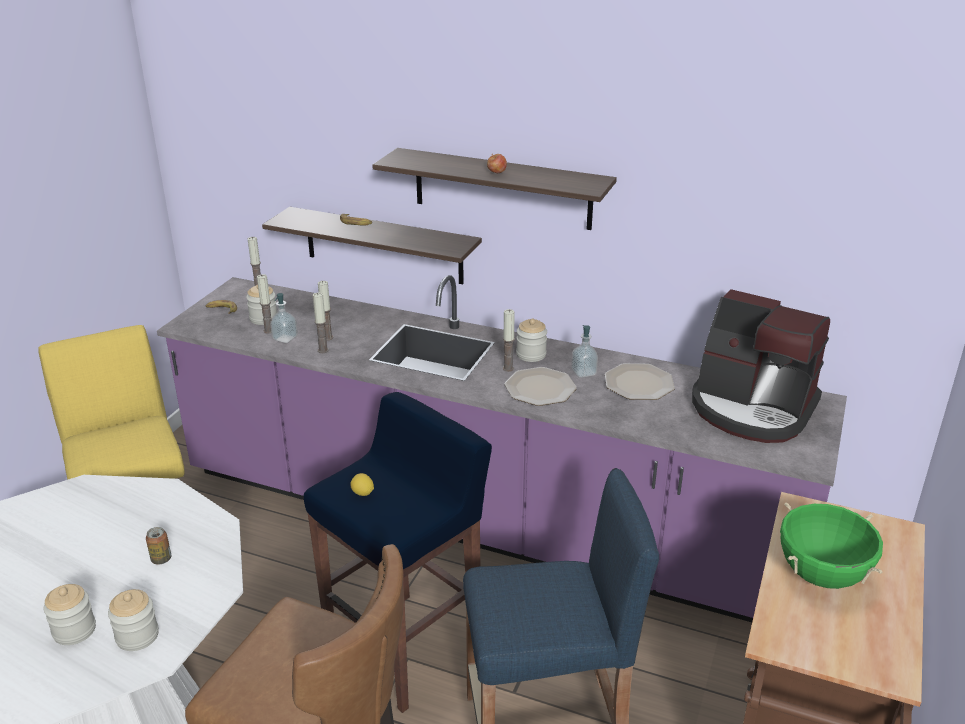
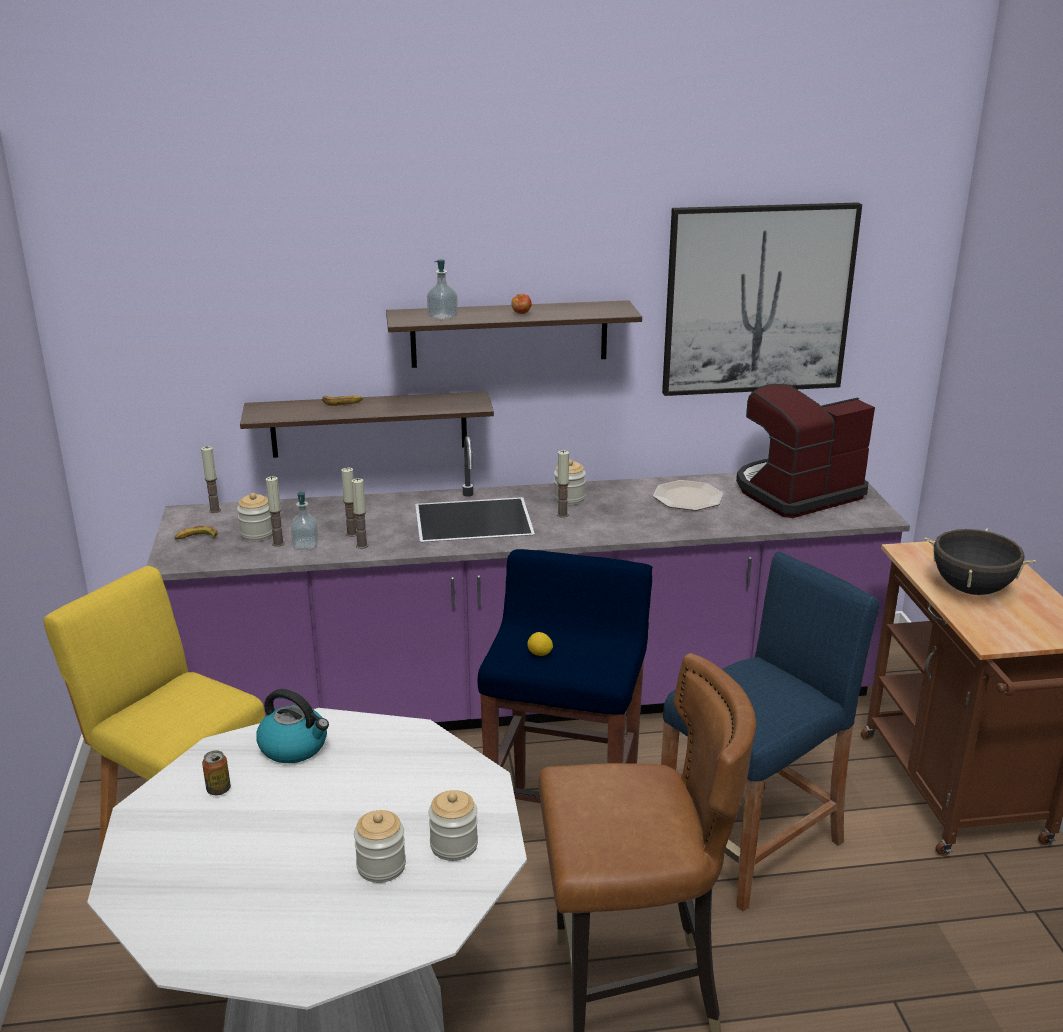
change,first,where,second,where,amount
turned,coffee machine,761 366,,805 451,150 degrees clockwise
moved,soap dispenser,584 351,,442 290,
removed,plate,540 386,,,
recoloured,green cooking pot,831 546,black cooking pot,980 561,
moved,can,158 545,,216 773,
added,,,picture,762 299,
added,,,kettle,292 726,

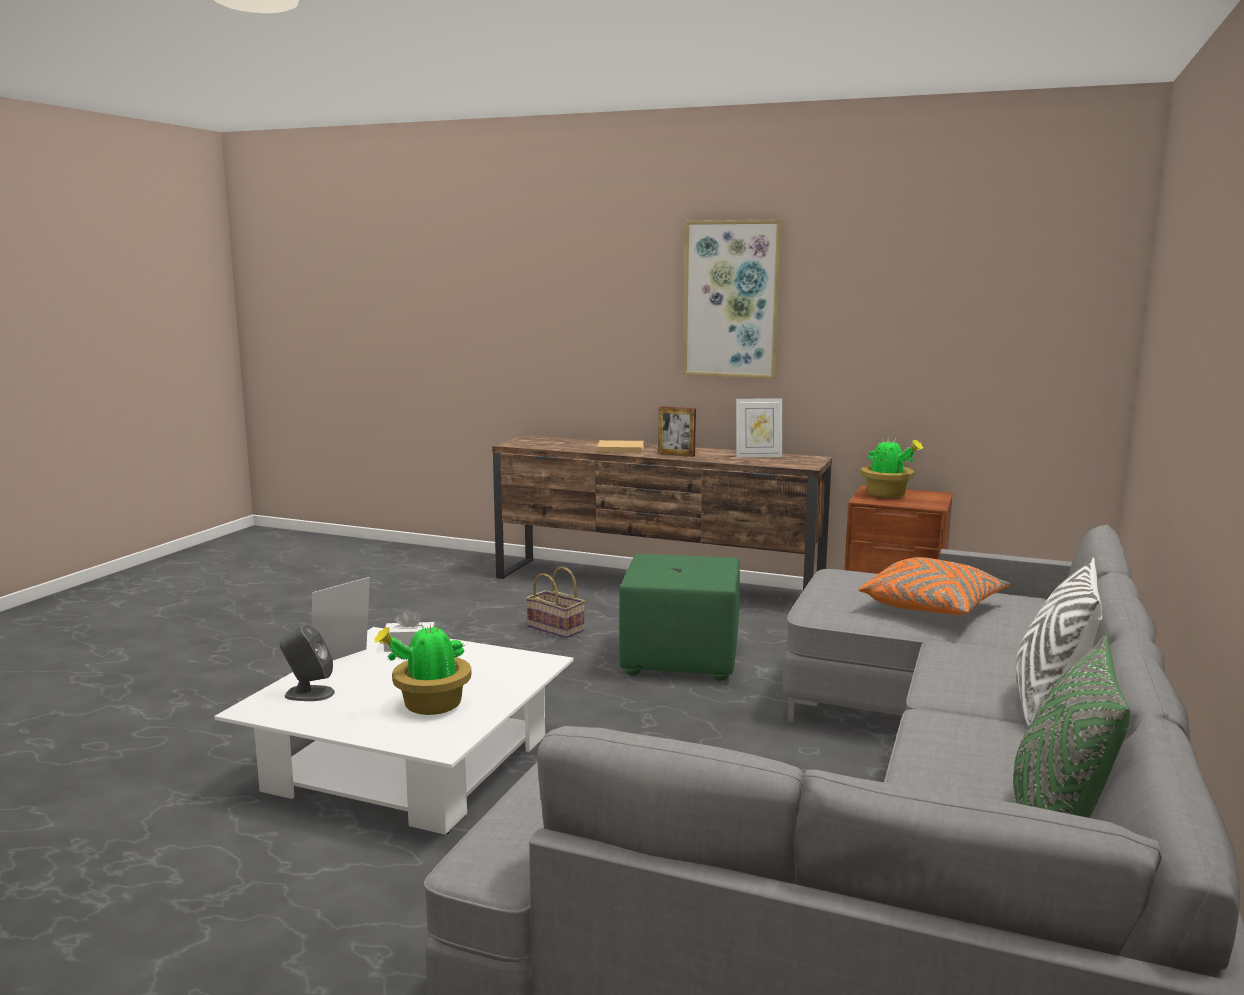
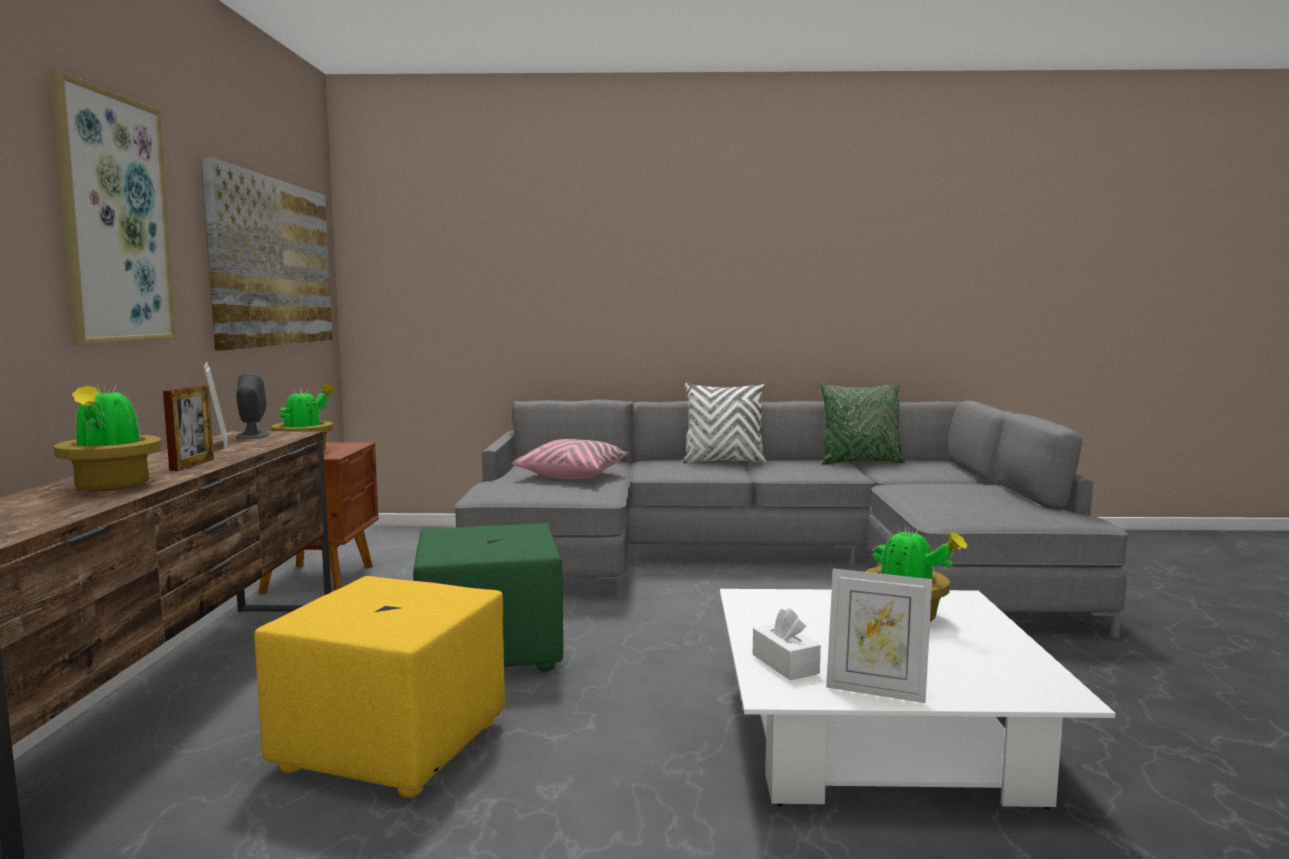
change,first,where,second,where,amount
replaced,beige book,620 446,potted plant,108 437,
recoloured,orange pillow,935 586,pink pillow,571 459,
replaced,basket,555 602,yellow ottoman,379 687,
moved,grey speaker,307 662,,252 406,
added,,,picture,267 254,

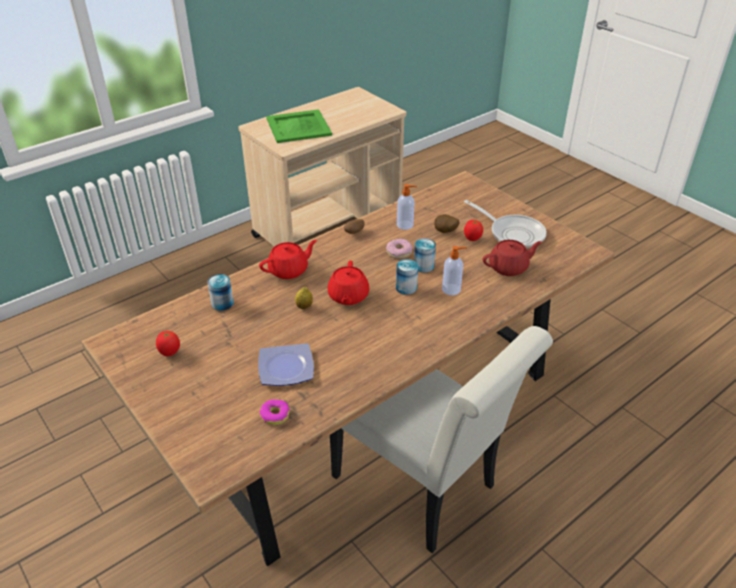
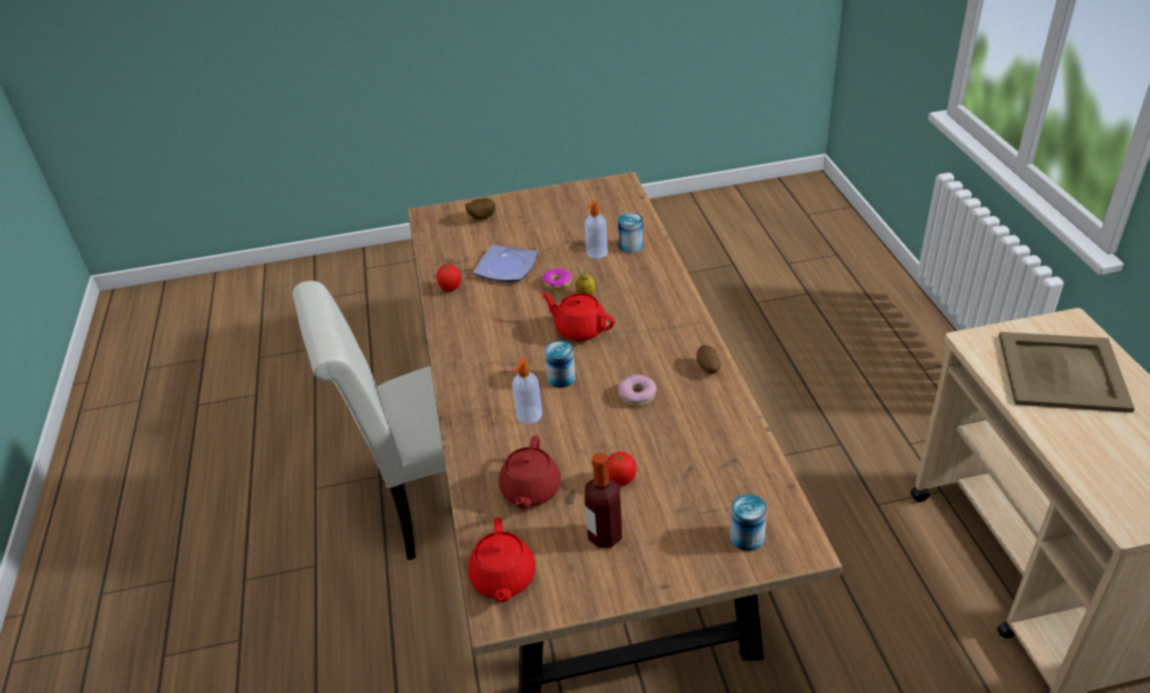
change,first,where,second,where,amount
recoloured,green tray,299 126,beige tray,1067 372,
moved,soap dispenser,407 207,,596 230,
replaced,frying pan,505 224,bottle,603 500,
moved,potato,446 223,,480 208,
moved,can,425 255,,748 522,
moved,red teapot,288 259,,502 559,
moved,tomato,168 343,,448 277,
moved,donut,274 412,,556 279,

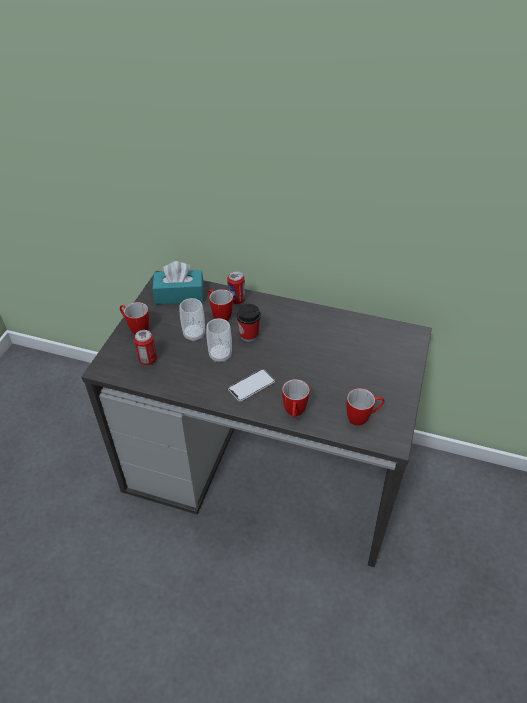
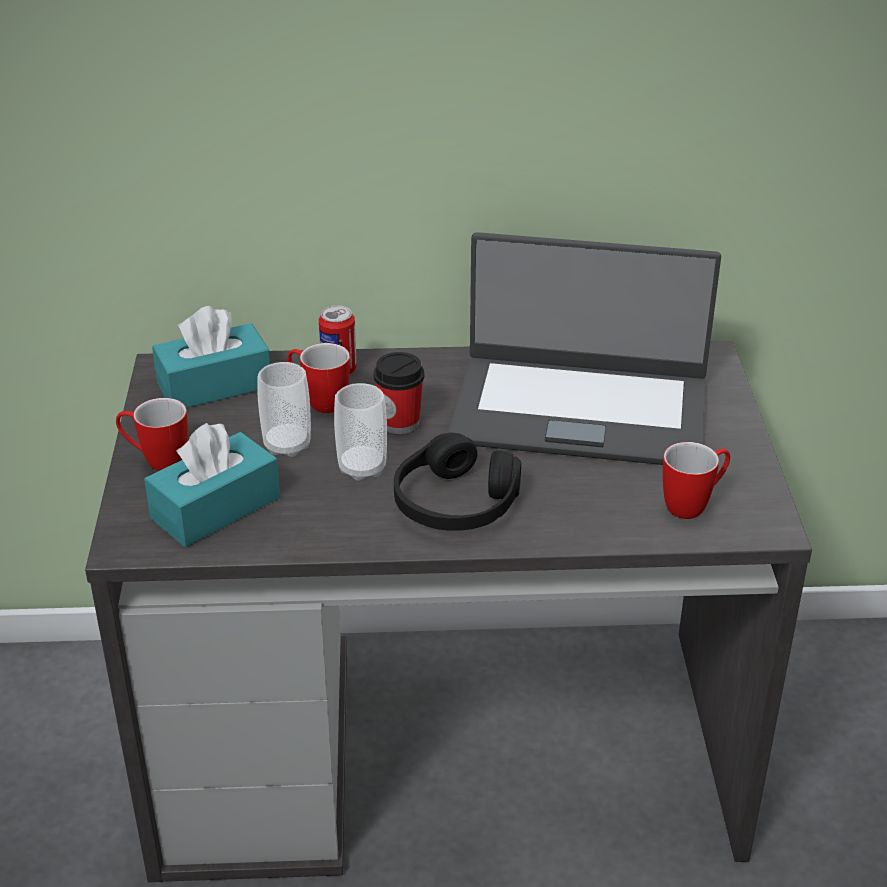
change,first,where,second,where,amount
replaced,can,145 347,turquoise tissue box,212 485,
replaced,phone,251 385,black headphones,457 482,
removed,mug,296 398,,,
added,,,laptop,584 348,

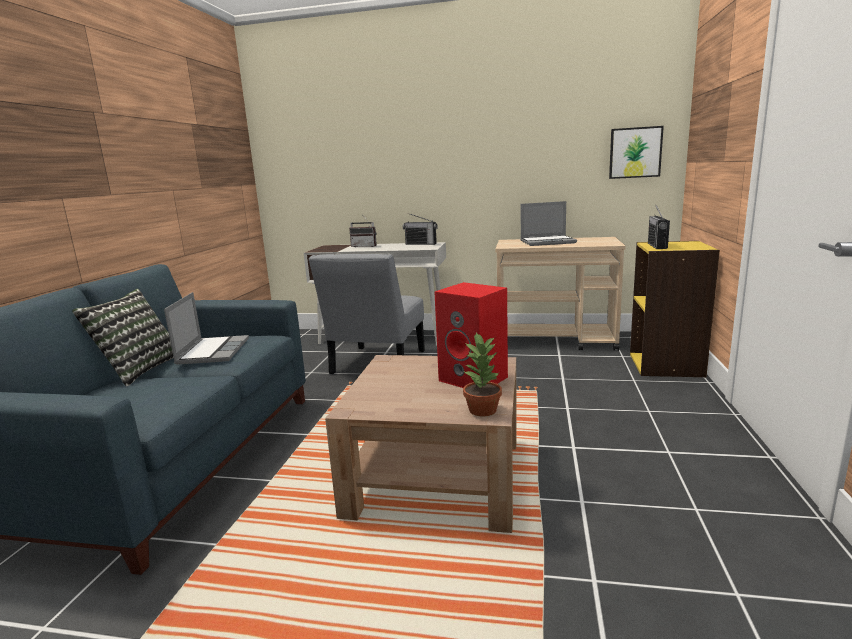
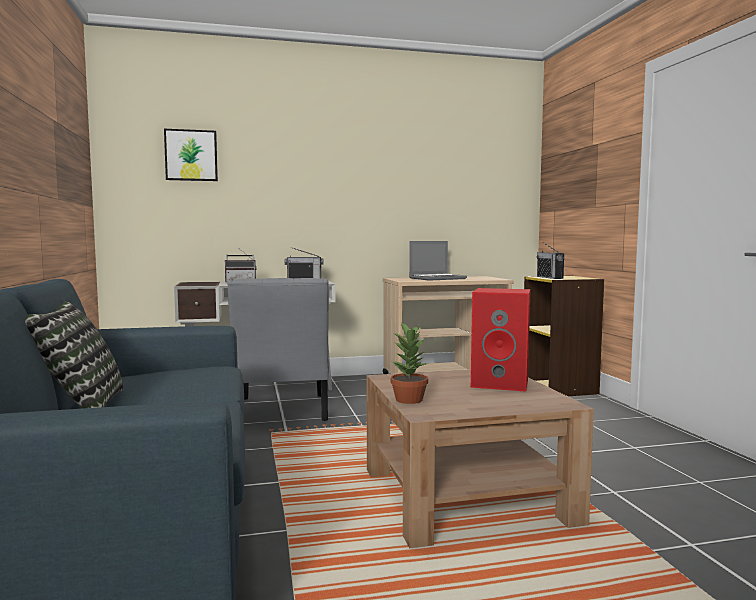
change,first,where,second,where,amount
moved,picture,636 152,,191 155,
removed,laptop,206 328,,,
moved,potted plant,482 374,,409 363,

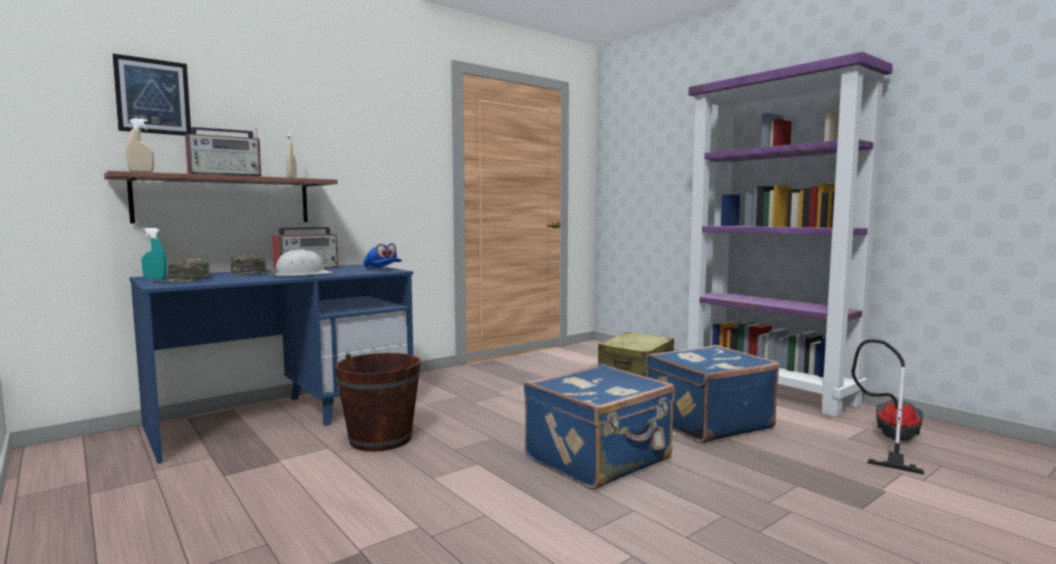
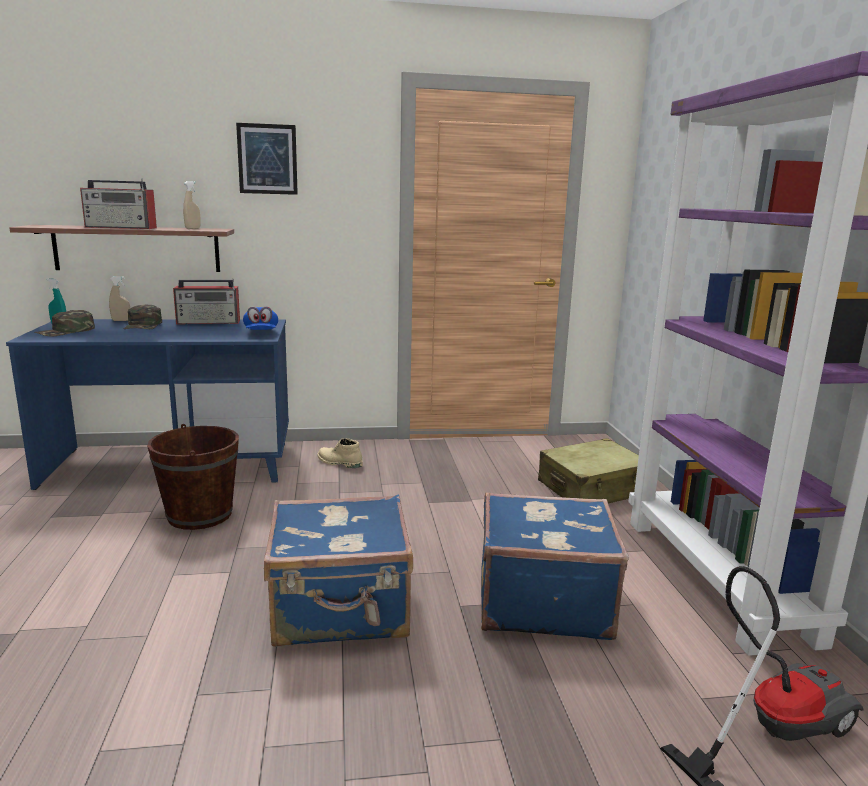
change,first,where,second,where,amount
moved,picture,152 95,,267 159,
moved,beige spray bottle,140 145,,119 298,
removed,white hard hat,302 263,,,
added,,,beige boot,340 453,

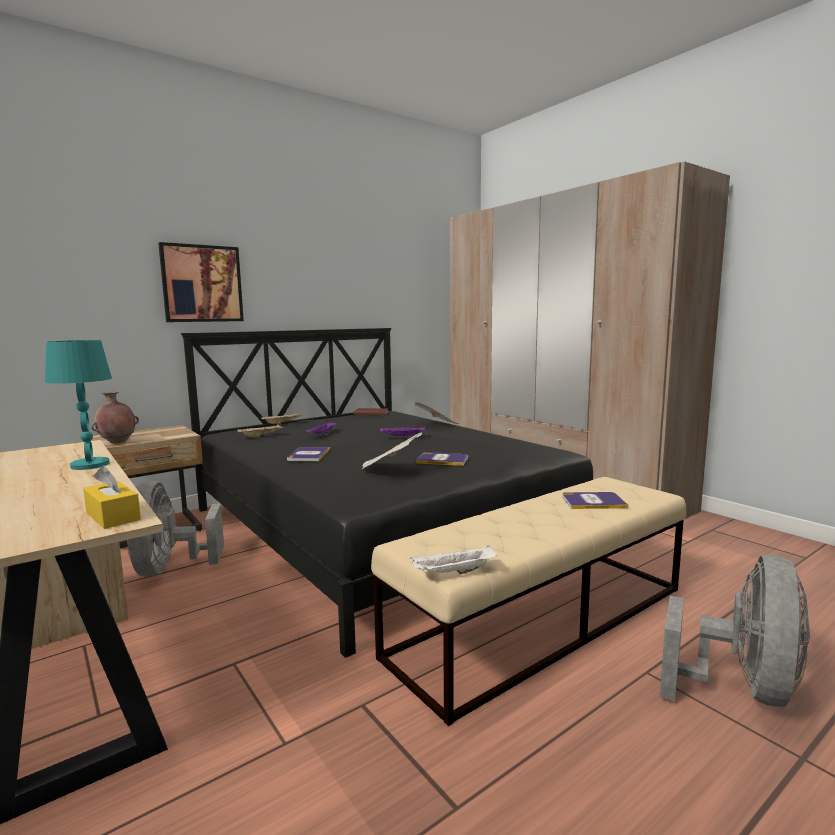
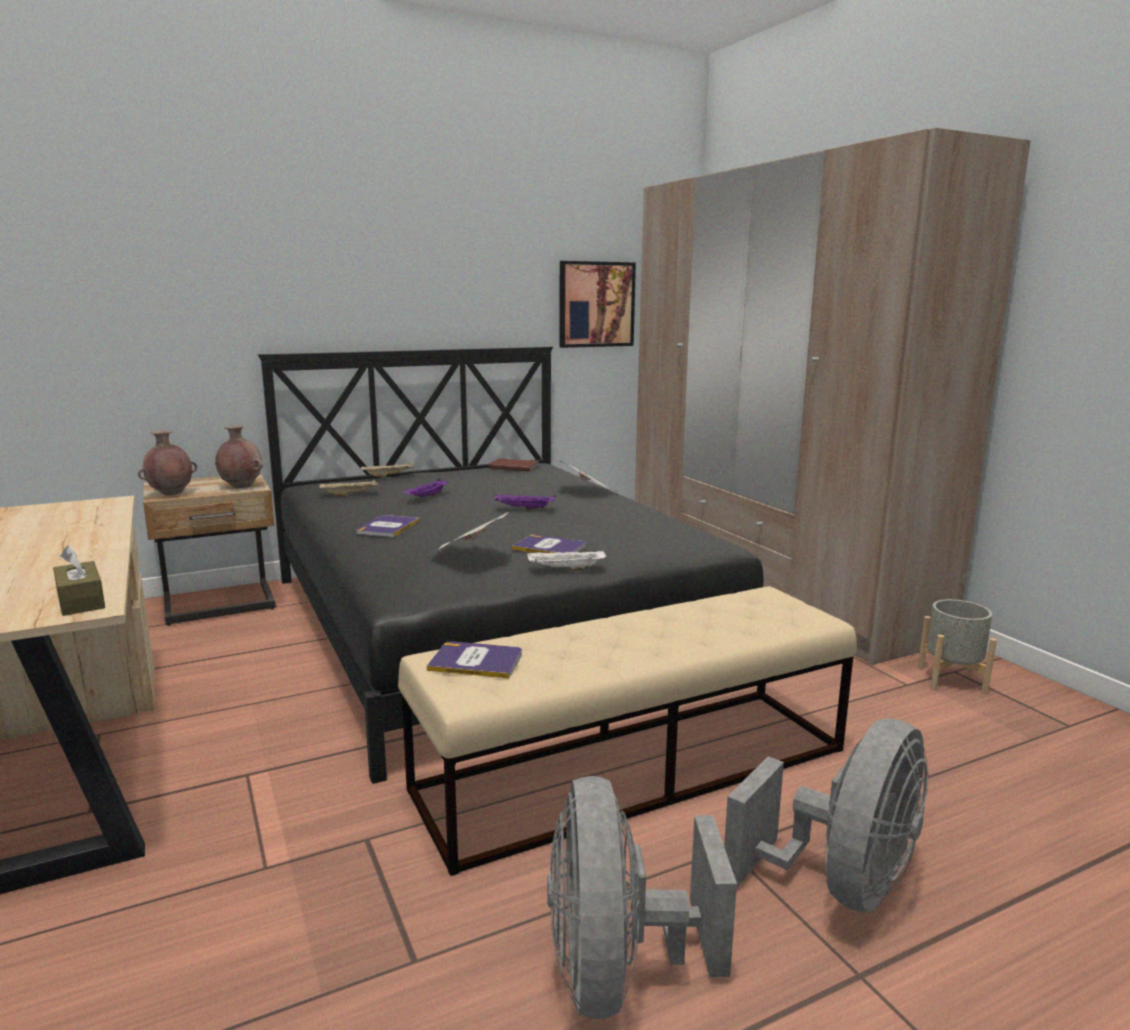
change,first,where,second,where,amount
moved,picture,201 282,,597 304,
removed,turquoise table lamp,78 405,,,
recoloured,yellow tissue box,112 497,brown tissue box,79 581,
moved,grey fan,175 529,,642 897,
moved,book,595 500,,474 659,
moved,white tray,453 559,,566 560,
added,,,brown vase,239 456,
added,,,grey planter,957 646,

